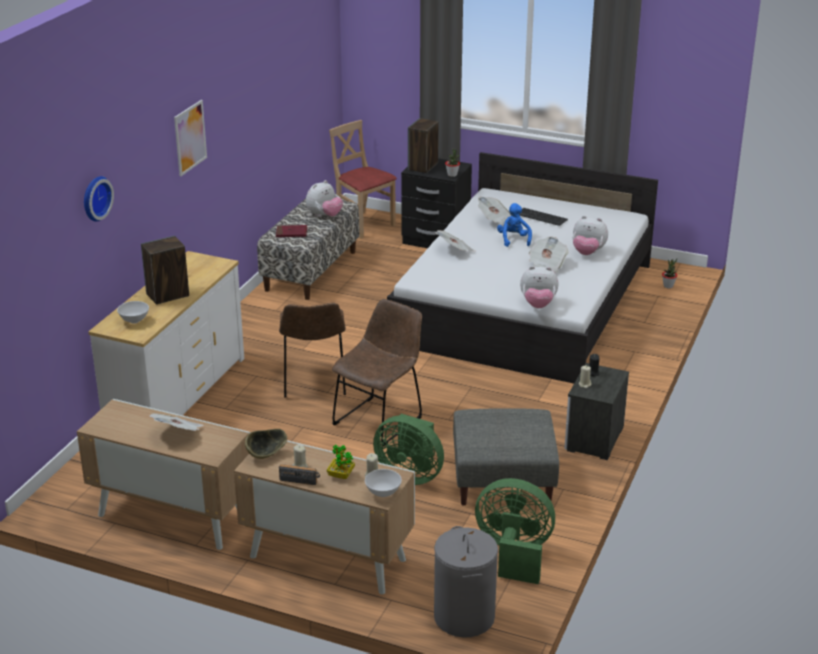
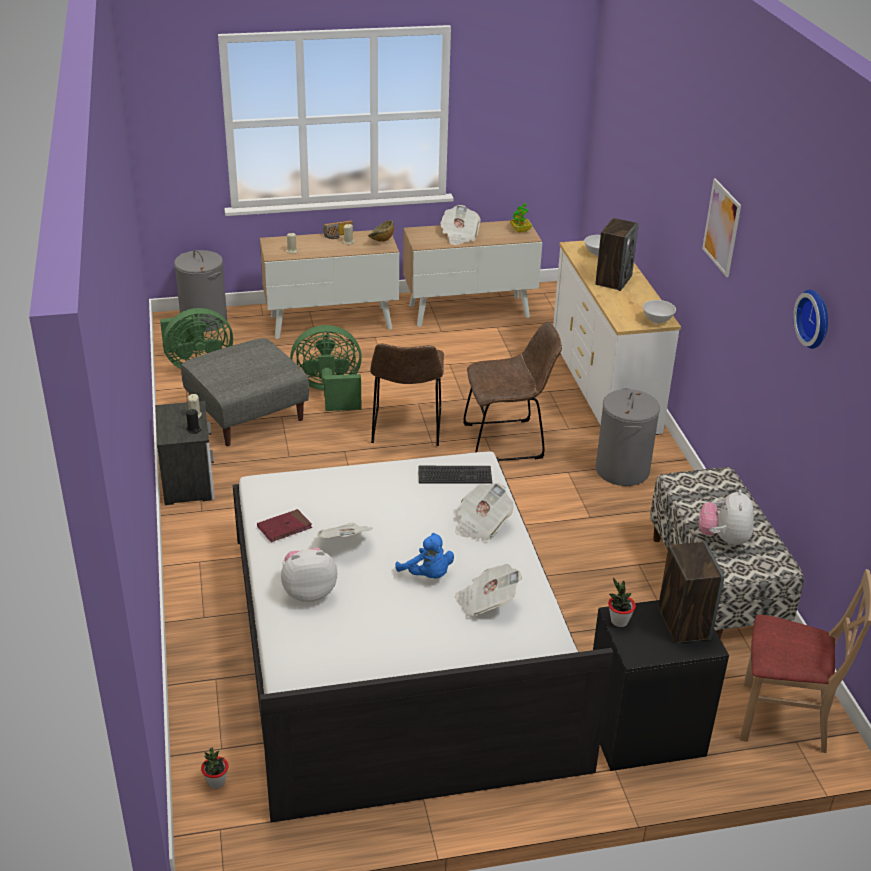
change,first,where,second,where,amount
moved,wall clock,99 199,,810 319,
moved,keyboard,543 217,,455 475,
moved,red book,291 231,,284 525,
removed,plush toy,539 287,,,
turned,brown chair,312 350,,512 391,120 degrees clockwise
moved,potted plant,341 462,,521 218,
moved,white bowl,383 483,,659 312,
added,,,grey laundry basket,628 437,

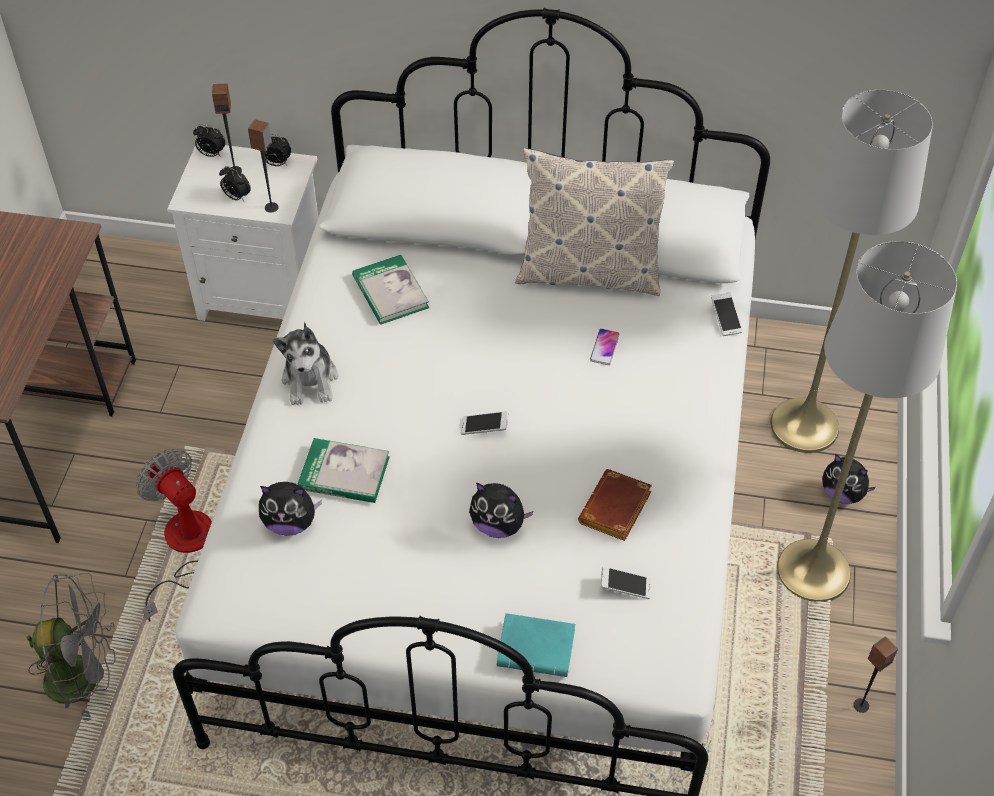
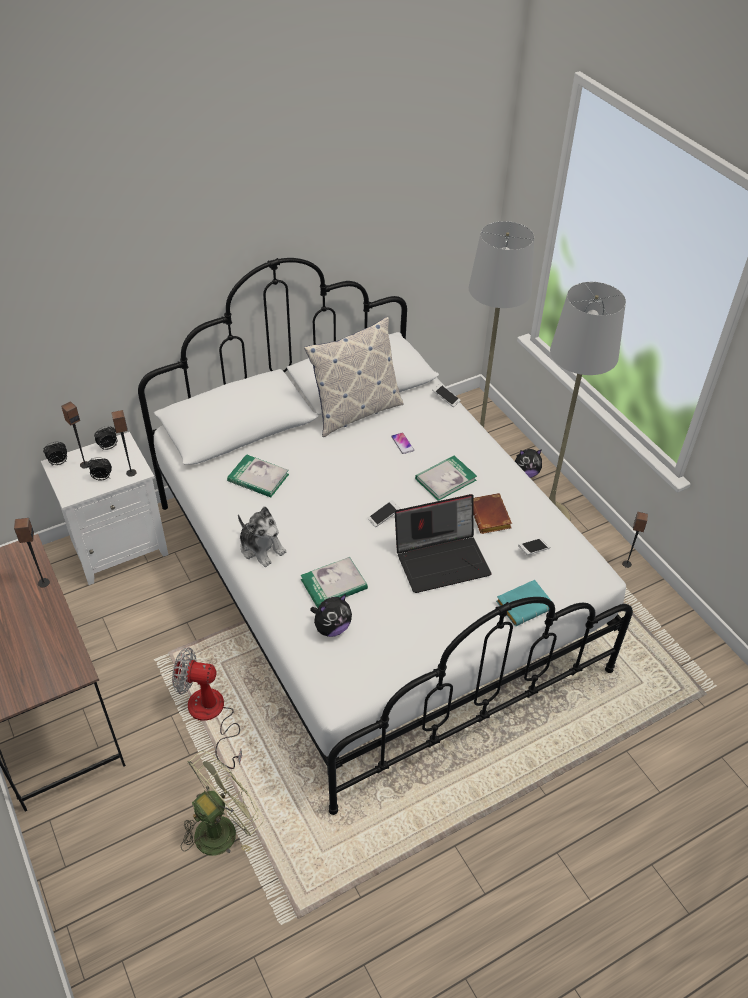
change,first,where,second,where,amount
replaced,plush toy,501 510,laptop,443 543,
recoloured,grey fan,71 647,green fan,222 803,
added,,,book,446 478,
added,,,speaker,32 553,

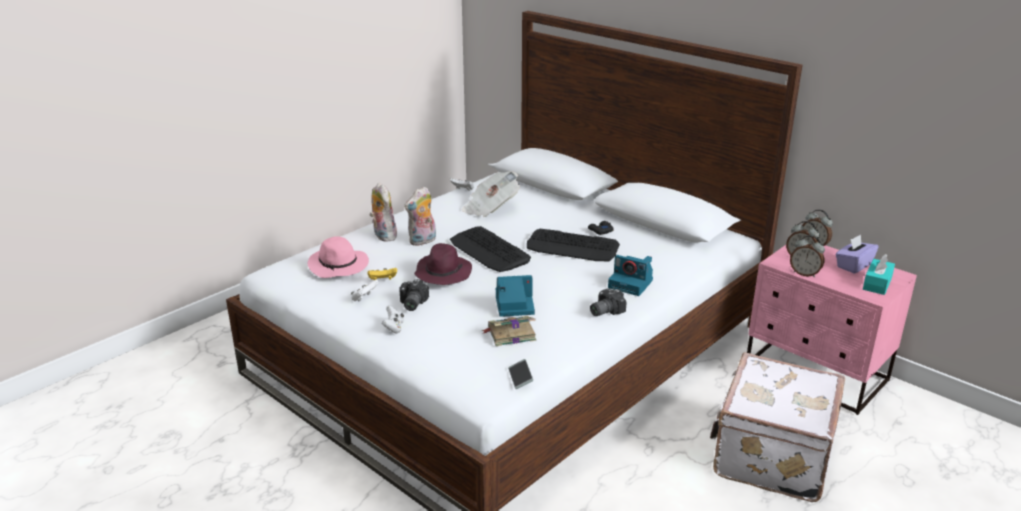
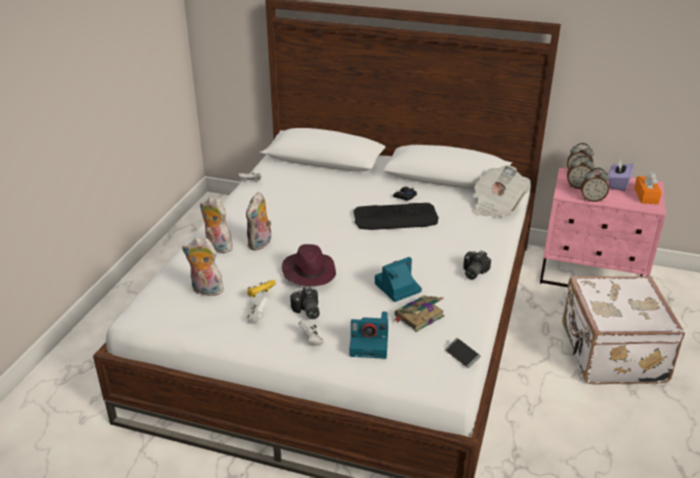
change,first,where,second,where,amount
moved,newspaper,491 194,,501 191,
removed,keyboard,490 249,,,
replaced,pink hat,338 257,plush toy,204 267,
recoloured,turquoise tissue box,879 274,orange tissue box,648 187,
moved,photo camera,630 275,,368 335,

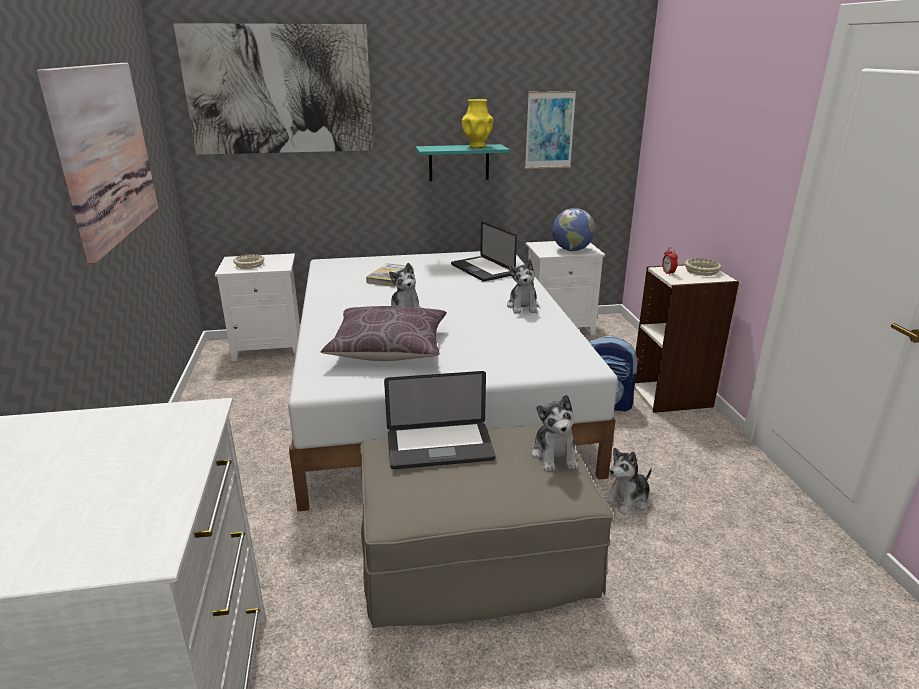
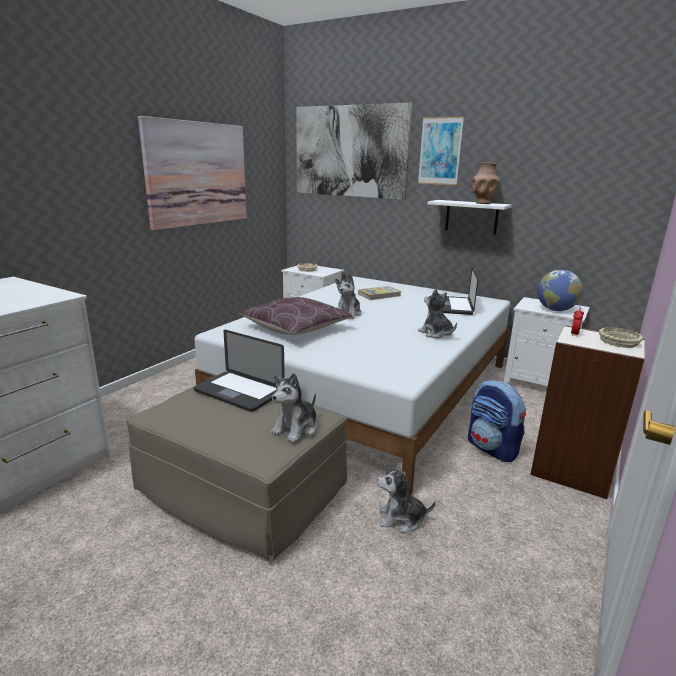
change,first,where,second,where,amount
moved,picture,550 130,,441 151,
recoloured,yellow vase,477 123,brown vase,485 183,
recoloured,turquoise shelf,462 163,white shelf,470 217,
turned,plush toy,523 286,,437 313,105 degrees clockwise

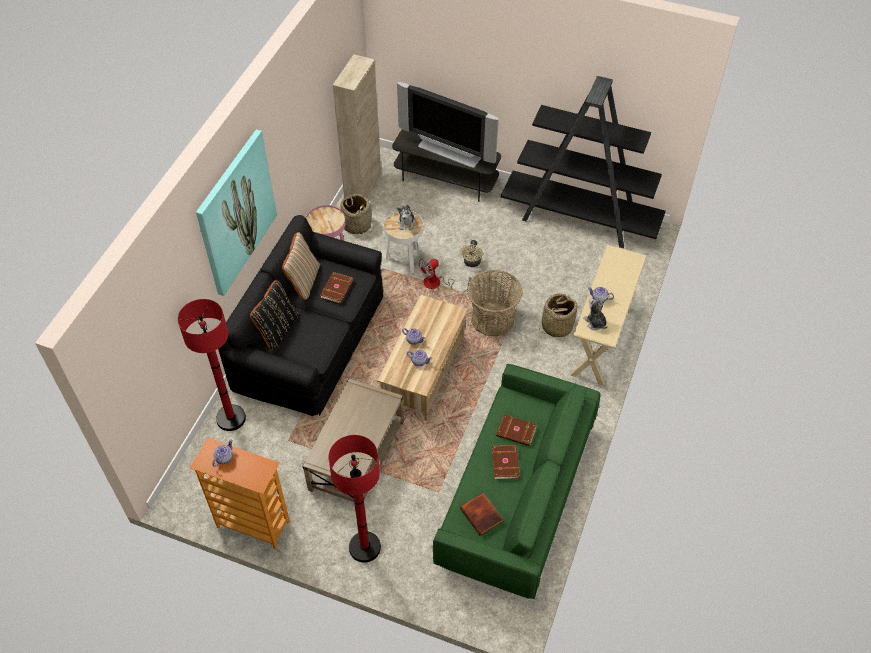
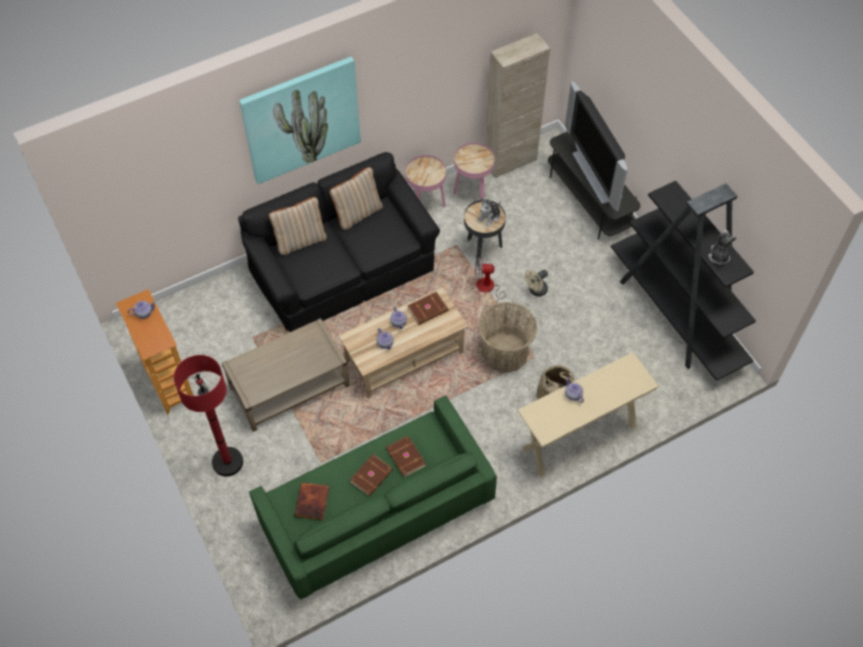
change,first,where,second,where,amount
replaced,basket,356 214,pink side table,474 171,
recoloured,white side table,403 242,black side table,485 233,
moved,brown book,337 288,,428 308,
recoloured,black pillow,274 315,beige pillow,298 226,
moved,plush toy,595 314,,722 247,
removed,red floor lamp,212 365,,,

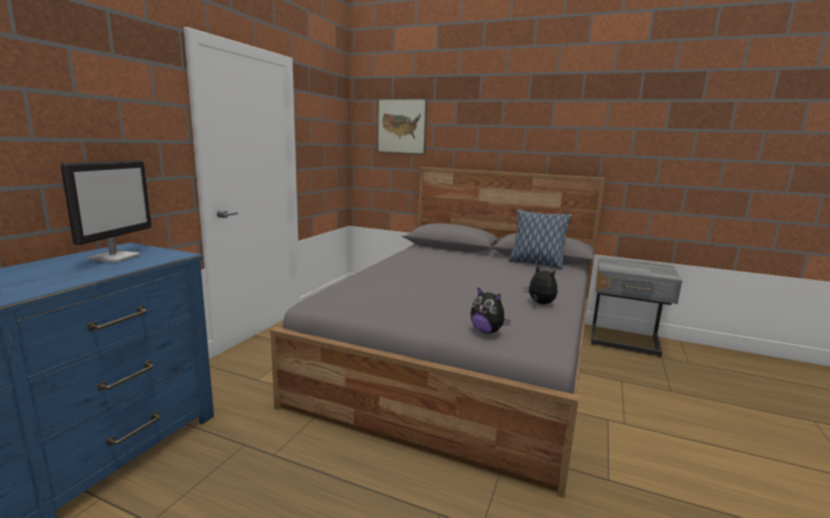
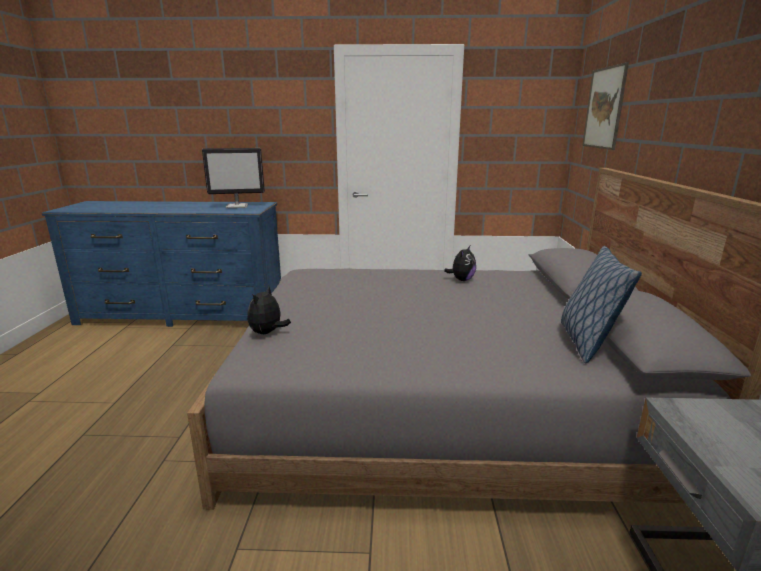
change,first,where,second,where,amount
moved,plush toy,540 285,,460 263,

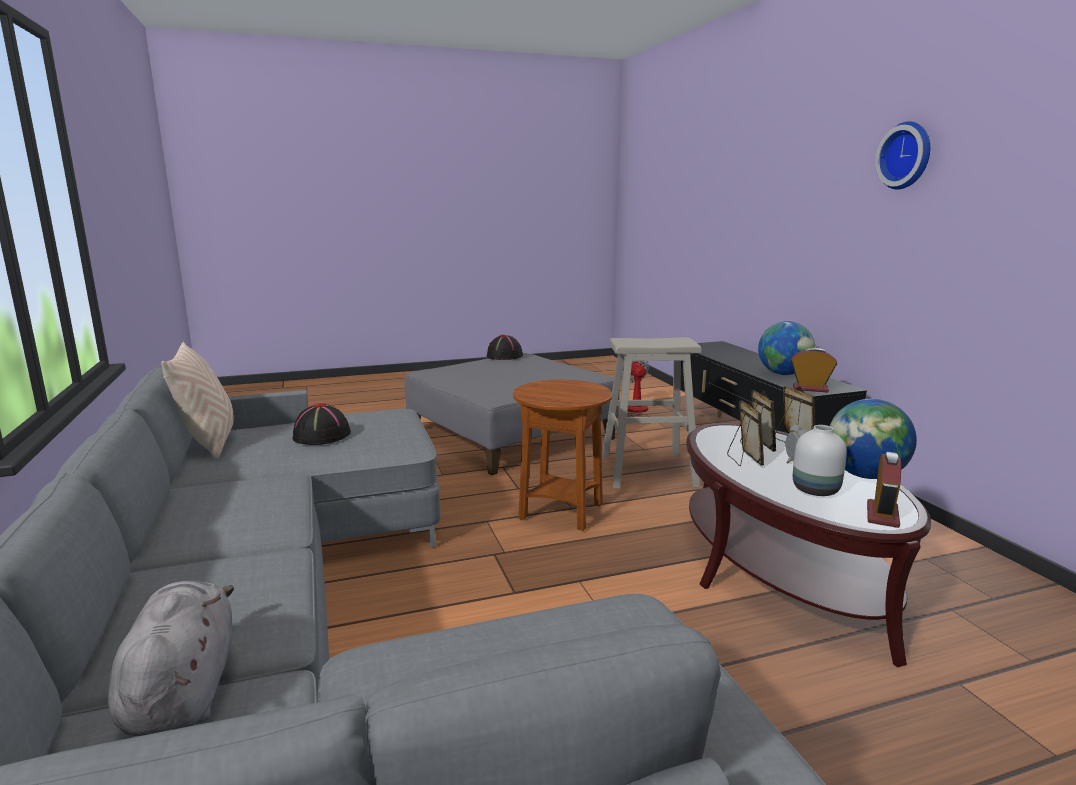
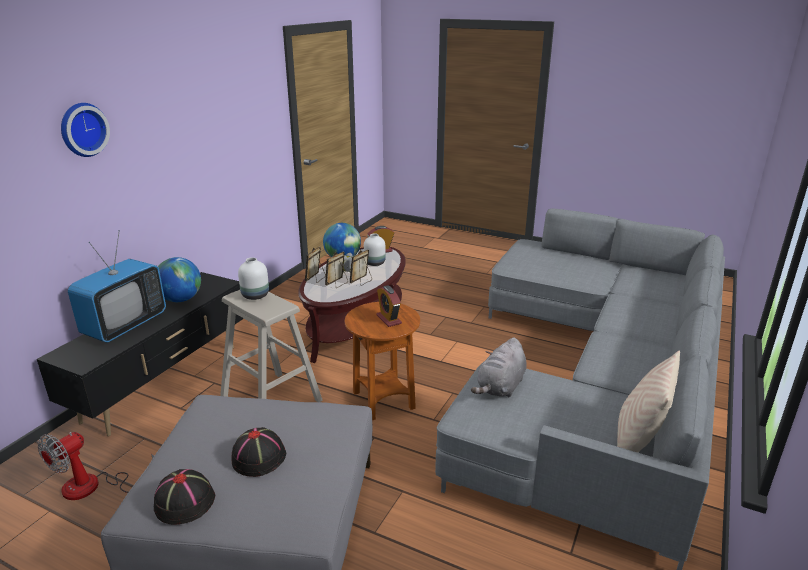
change,first,where,second,where,amount
moved,wall clock,902 155,,85 130,
moved,alarm clock,814 370,,389 306,
moved,black hat,322 424,,258 452,
moved,grey plush toy,171 658,,499 367,
added,,,television,117 286,
added,,,white vase,253 278,

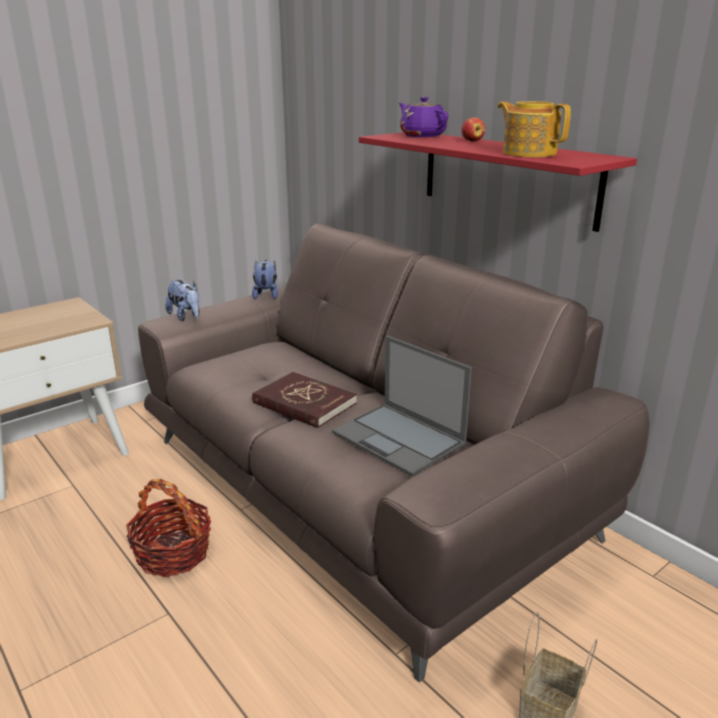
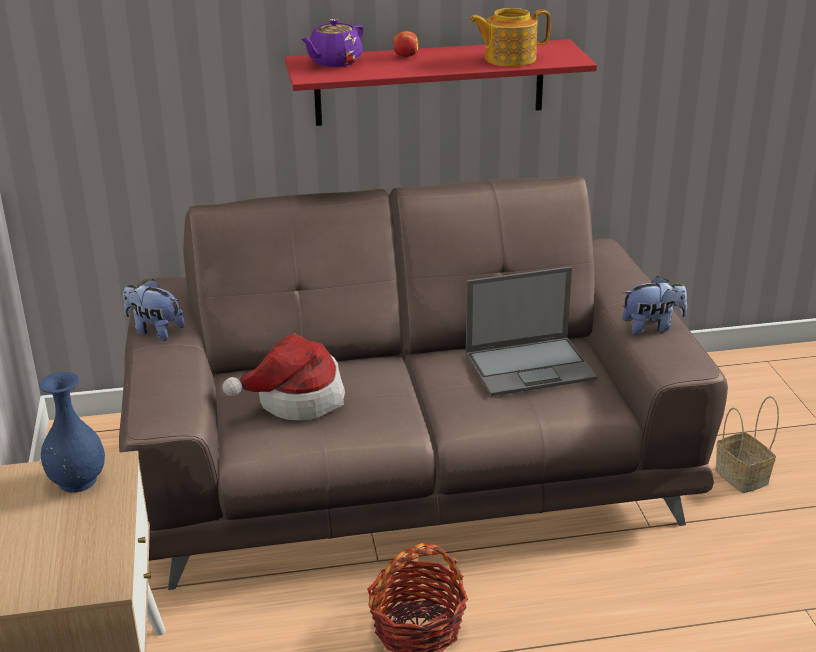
change,first,where,second,where,amount
turned,purple teapot,423 117,,332 43,45 degrees counterclockwise
moved,plush toy,182 300,,654 305,
removed,red book,304 400,,,
added,,,hat,283 377,
added,,,blue vase,72 432,

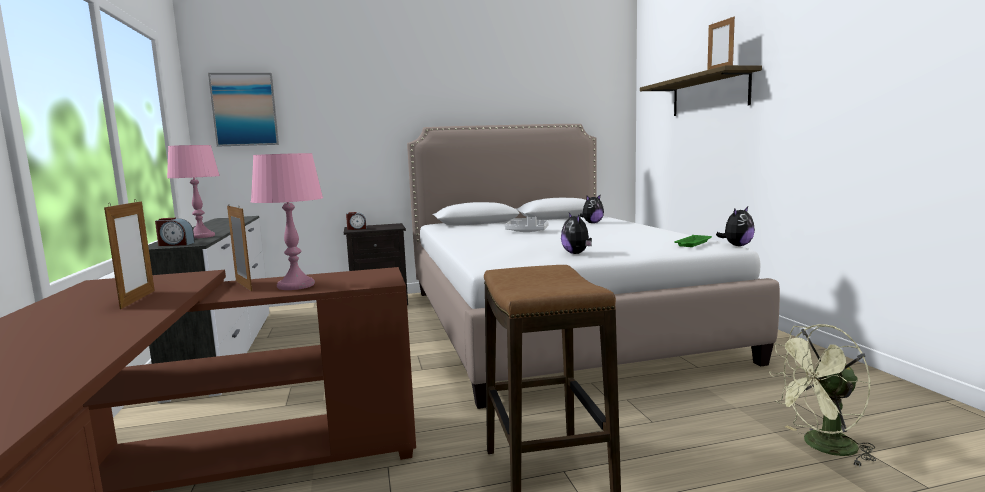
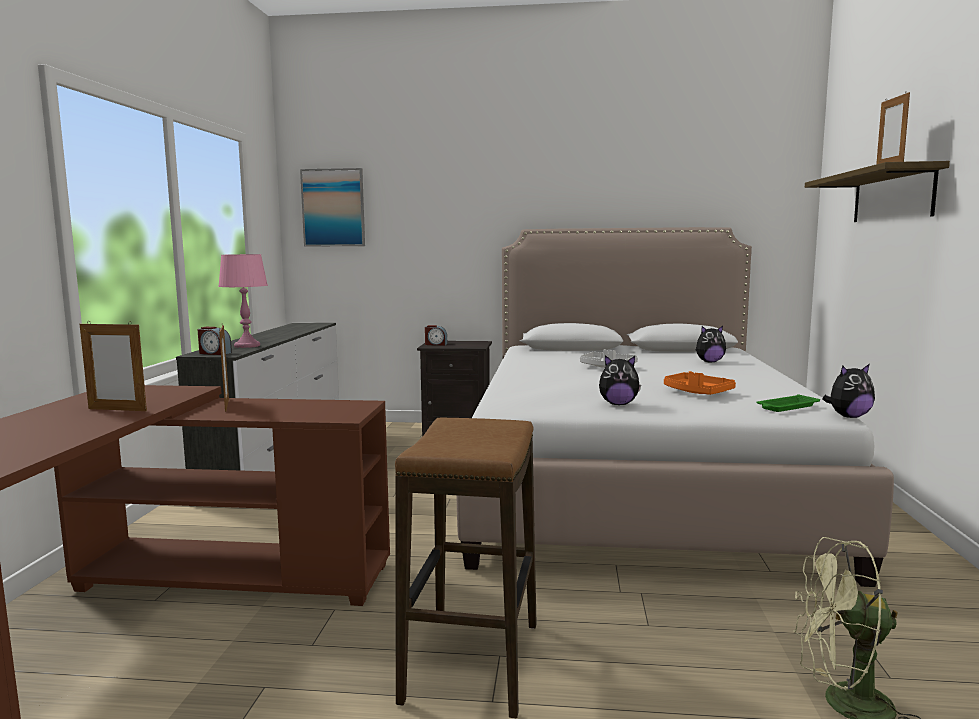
change,first,where,second,where,amount
removed,pink table lamp,287 221,,,
turned,picture frame,129 254,,113 366,90 degrees clockwise
turned,plush toy,576 233,,620 380,90 degrees counterclockwise
added,,,orange tray,700 383,

